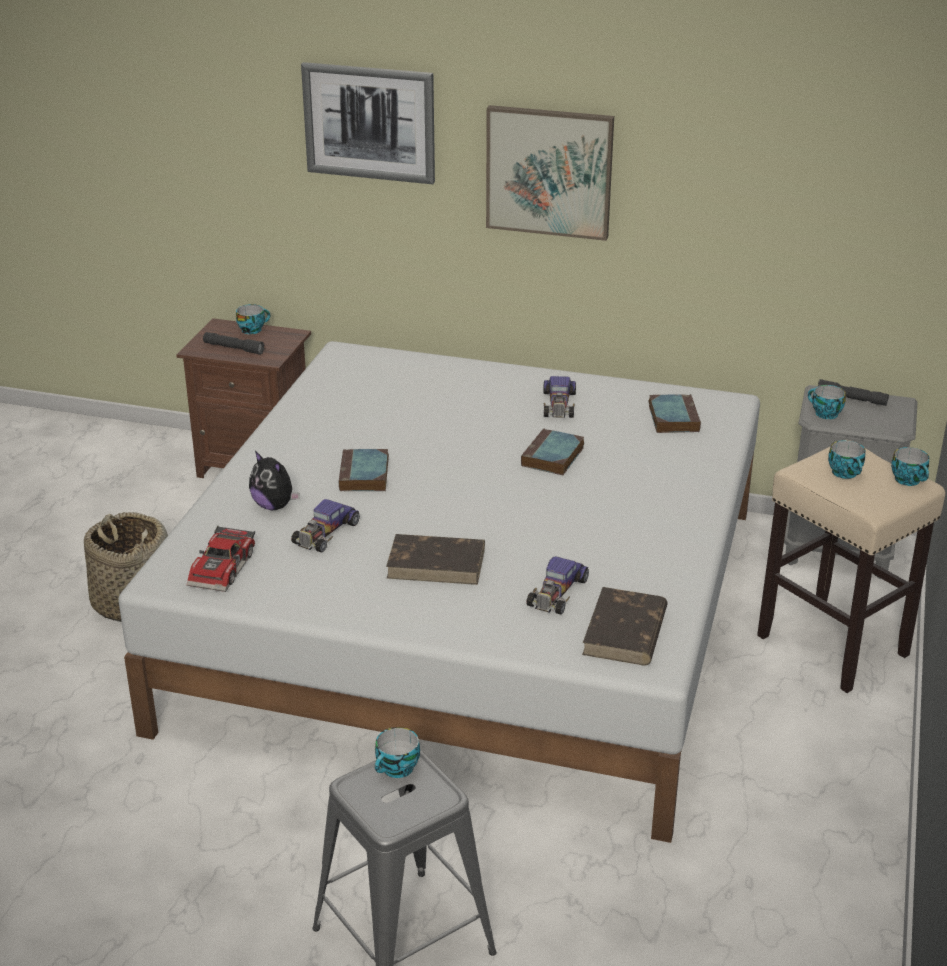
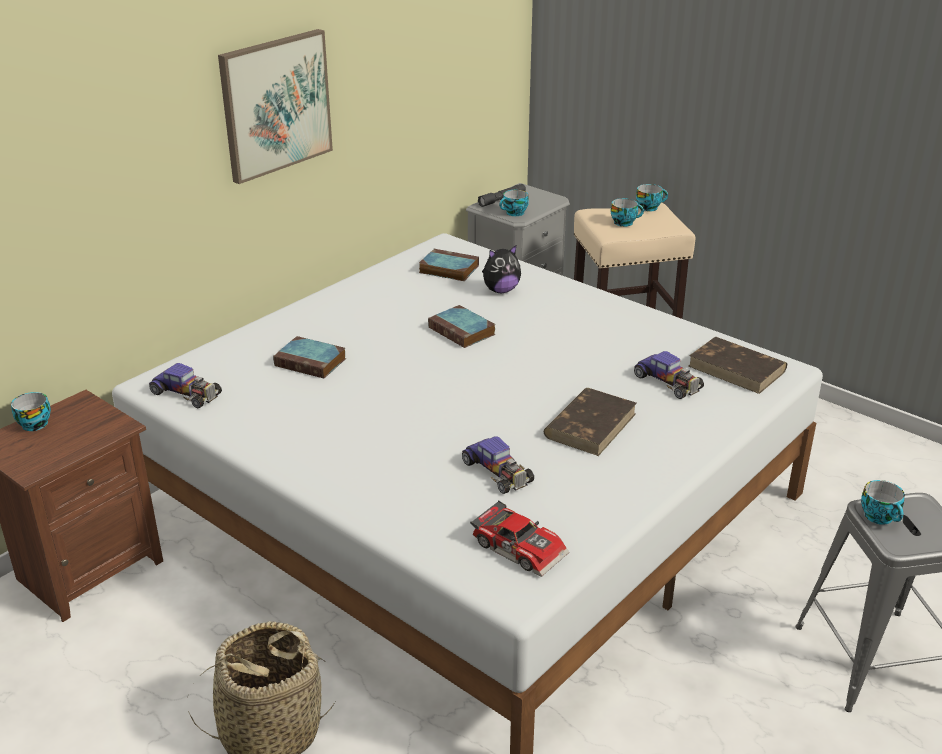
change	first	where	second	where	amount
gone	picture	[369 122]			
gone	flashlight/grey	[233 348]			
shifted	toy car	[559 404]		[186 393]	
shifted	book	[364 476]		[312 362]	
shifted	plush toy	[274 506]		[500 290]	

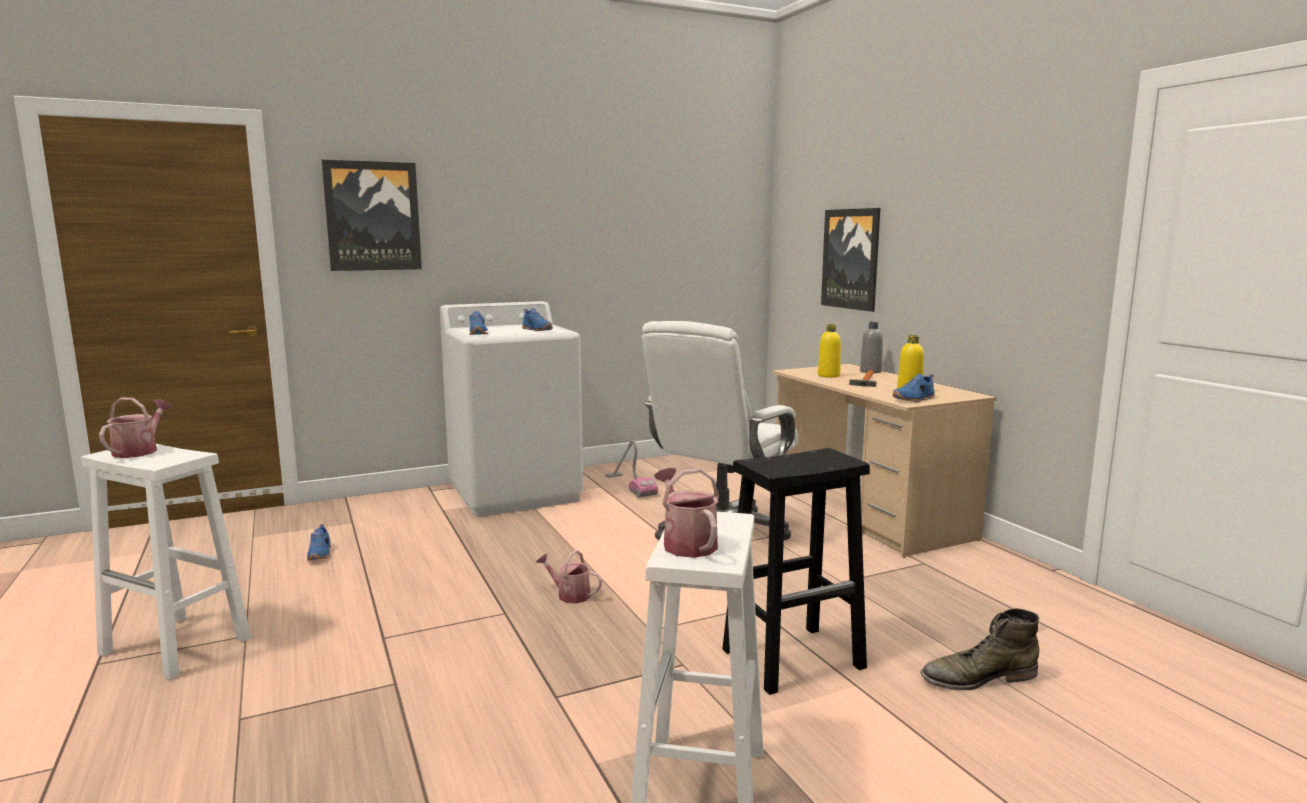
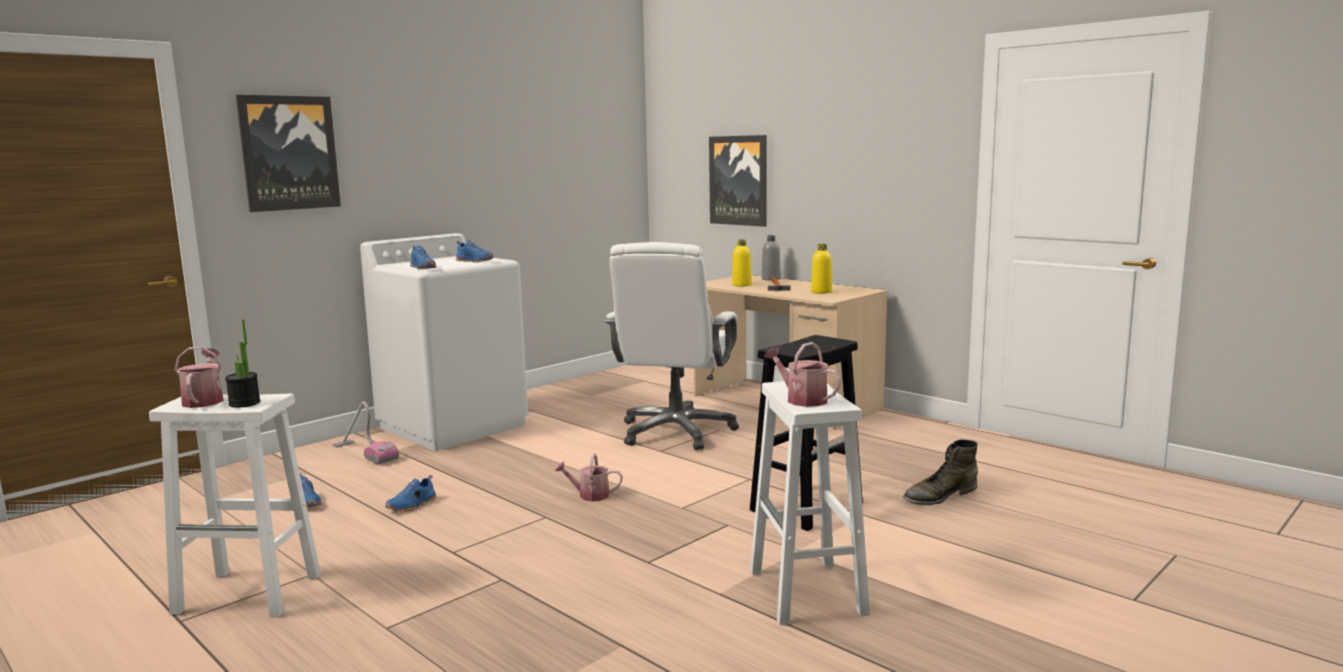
change	first	where	second	where	amount
shifted	shoe/blue	[914 399]		[412 506]	
shifted	vacuum cleaner	[630 486]		[364 453]	
new			potted plant	[244 403]	

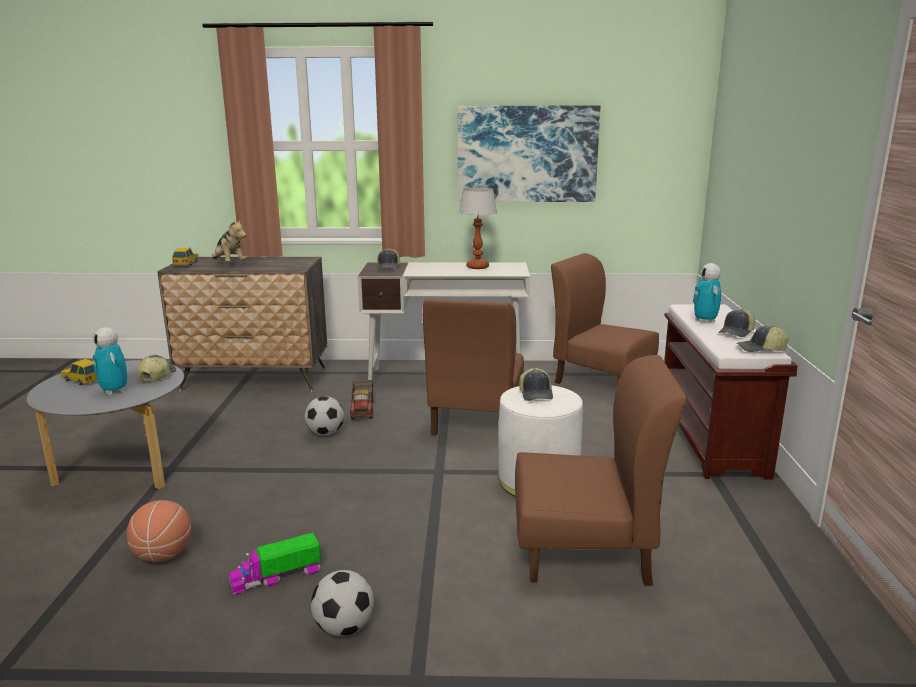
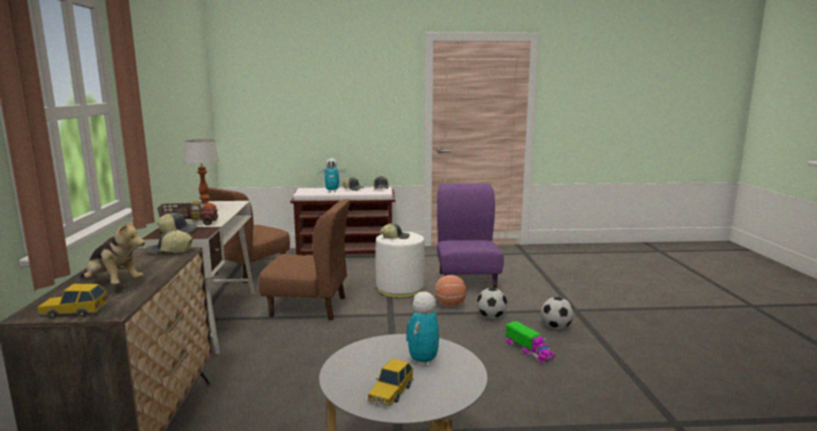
change	first	where	second	where	amount
gone	picture	[527 154]			
rotated	plush toy	[229 263]		[113 284]	75 degrees clockwise
rotated	toy robot	[114 391]		[423 361]	150 degrees clockwise
shifted	cap	[156 376]		[169 252]	
repainted	chair/brown	[585 552]	chair/purple	[467 281]	
shifted	toy truck	[363 409]		[189 223]	
shifted	football	[325 433]		[491 317]	
shifted	basketball	[163 555]		[450 305]	

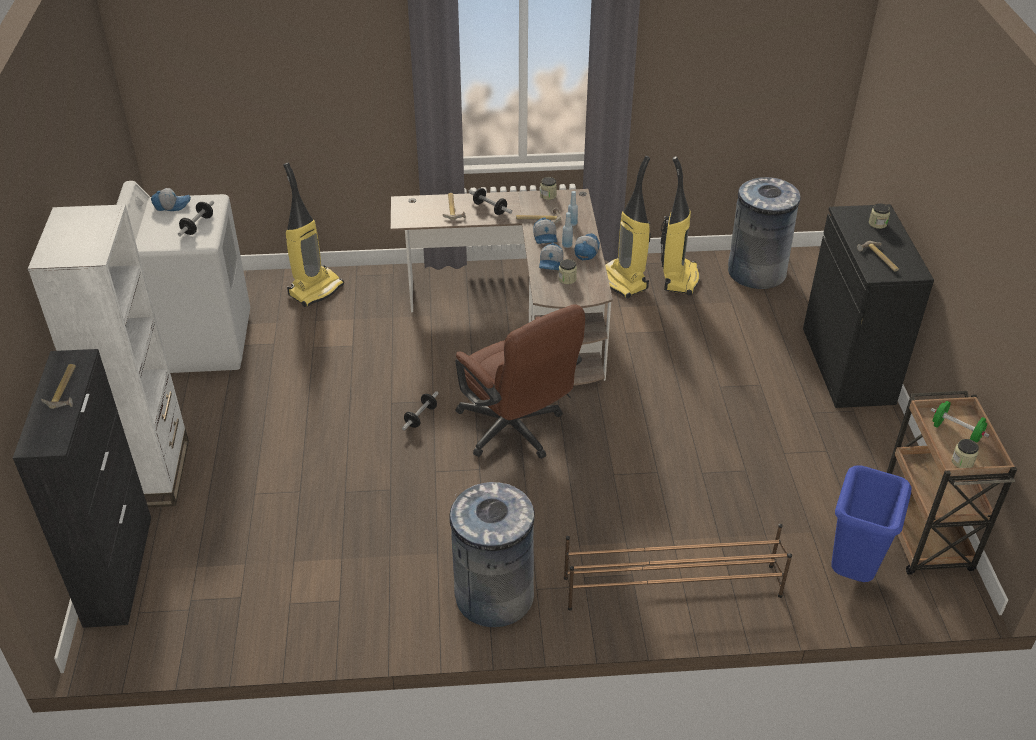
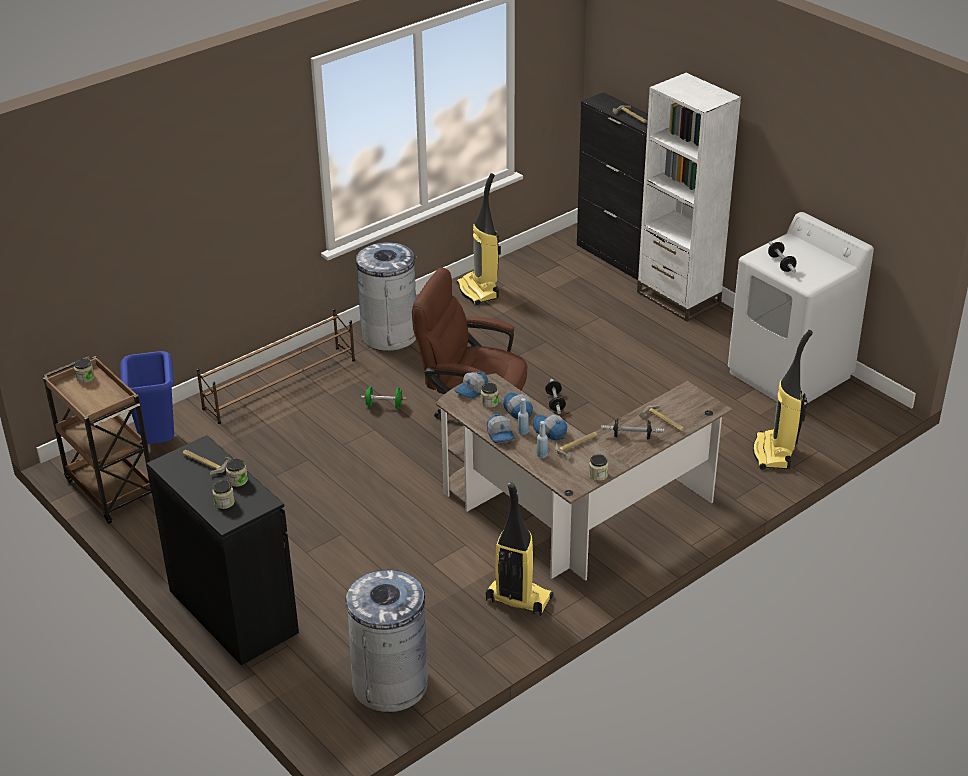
change	first	where	second	where	amount
shifted	vacuum cleaner	[679 278]		[479 291]	
shifted	cap	[172 205]		[472 390]	
shifted	dumbbell/green	[956 432]		[384 406]	
new			jar	[237 480]	

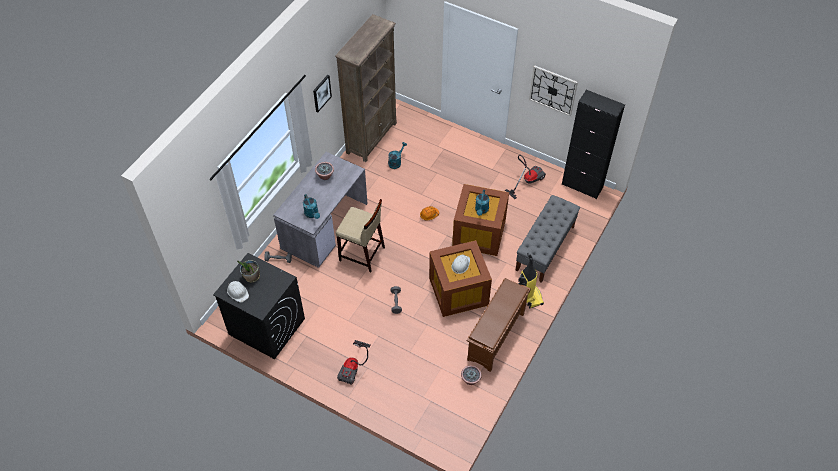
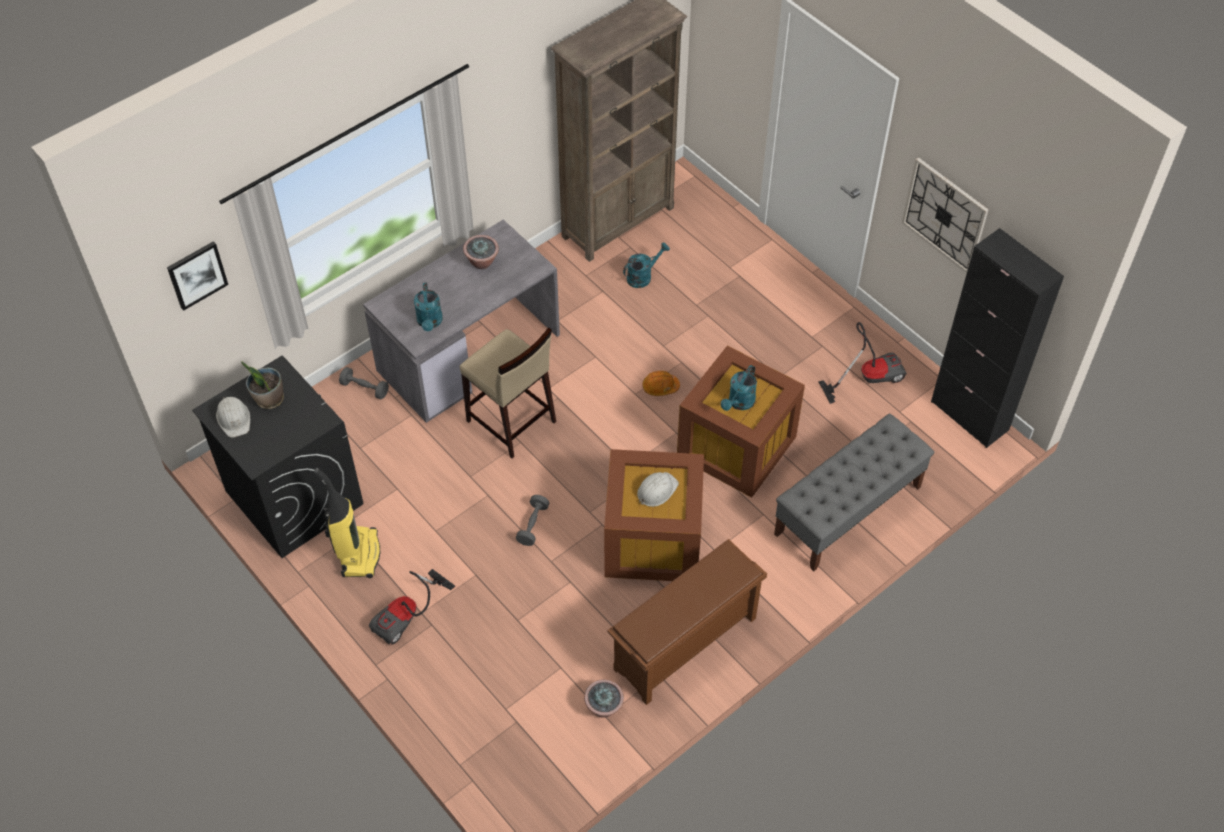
change	first	where	second	where	amount
shifted	picture	[321 93]		[197 274]	
shifted	vacuum cleaner	[529 295]		[358 553]	

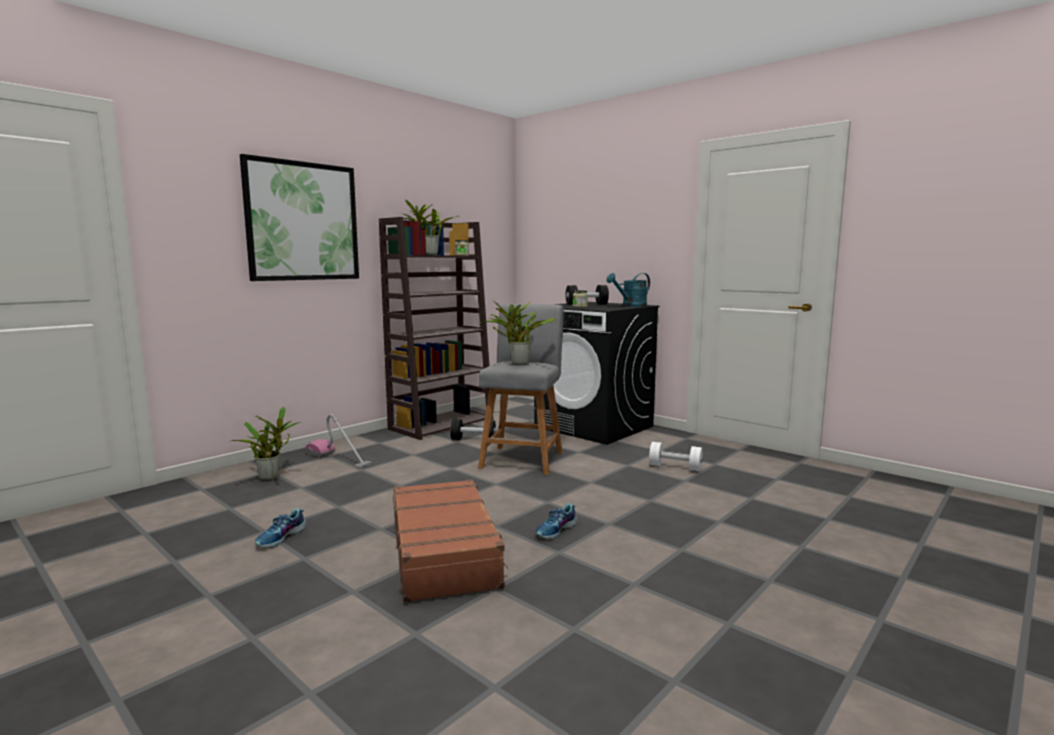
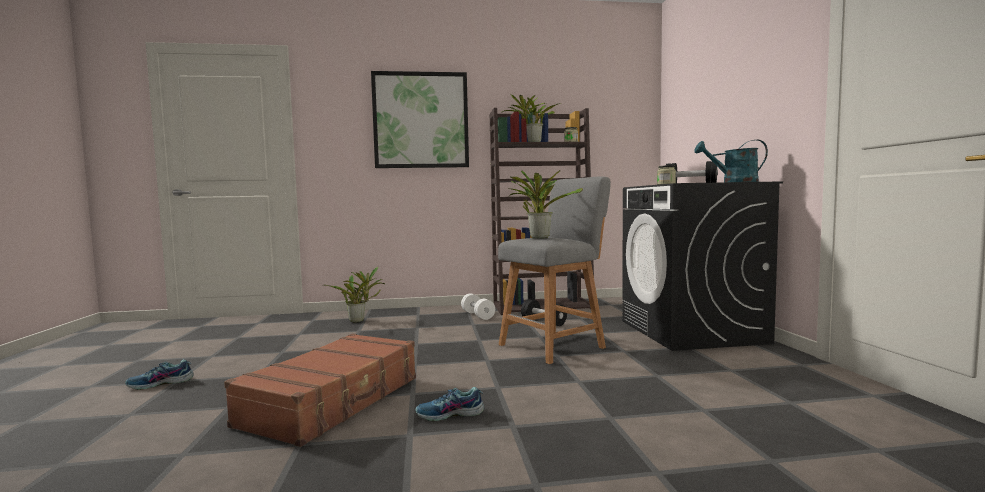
change	first	where	second	where	amount
gone	vacuum cleaner	[338 458]			
shifted	dumbbell/white	[675 467]		[477 315]	
shifted	shoe	[281 538]		[160 384]	

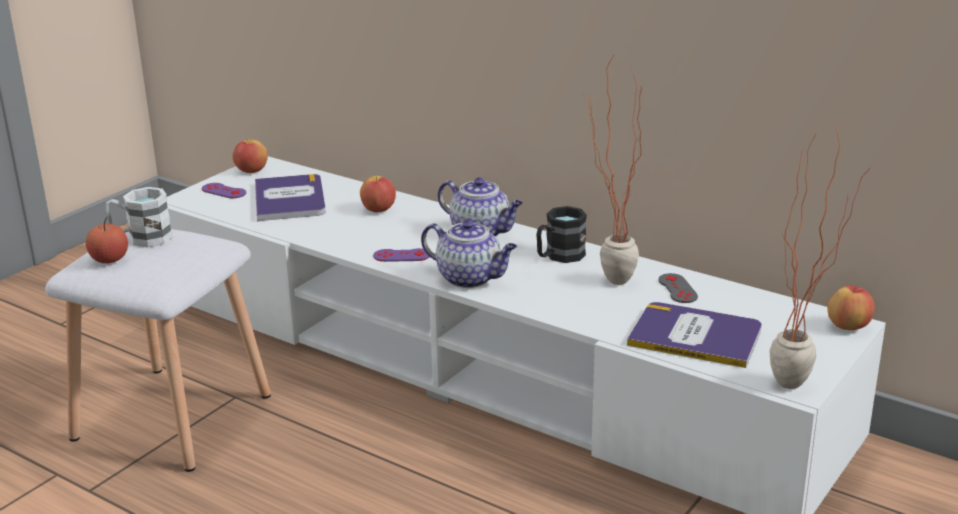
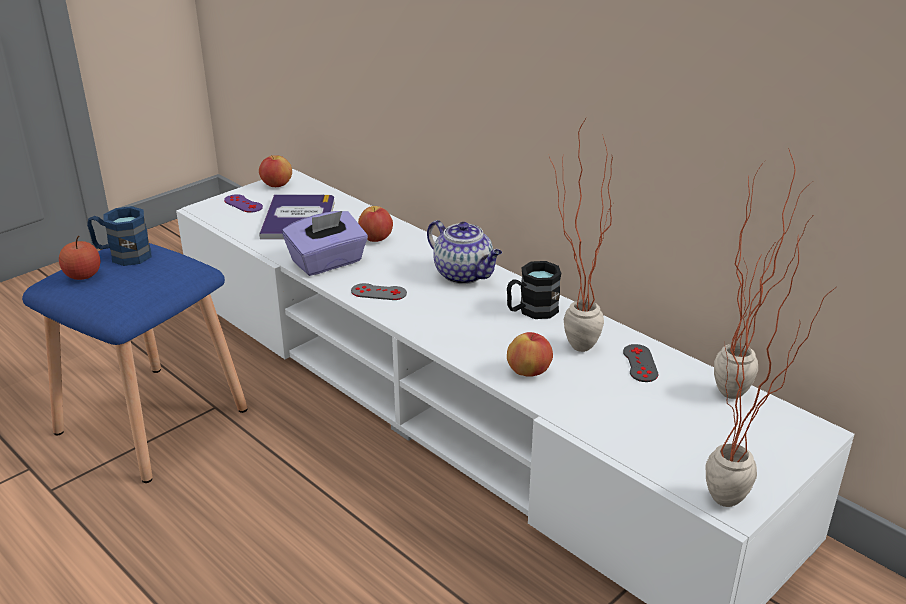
change	first	where	second	where	amount
repainted	mug/white	[141 238]	mug/blue	[122 255]	
gone	teapot	[470 278]			
repainted	stool/white	[176 416]	stool/blue	[155 421]	
repainted	game controller/purple	[402 255]	game controller/grey	[378 292]	
shifted	apple	[848 326]		[529 371]	
gone	book	[695 336]			
new			potted plant	[744 394]	
new			tissue box/purple	[327 262]	

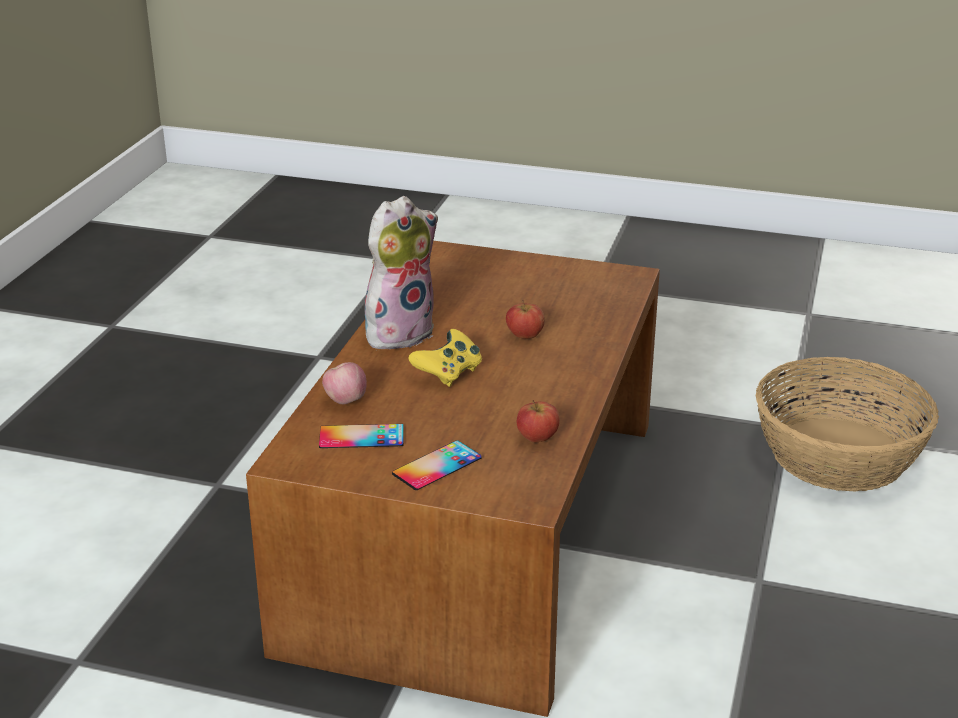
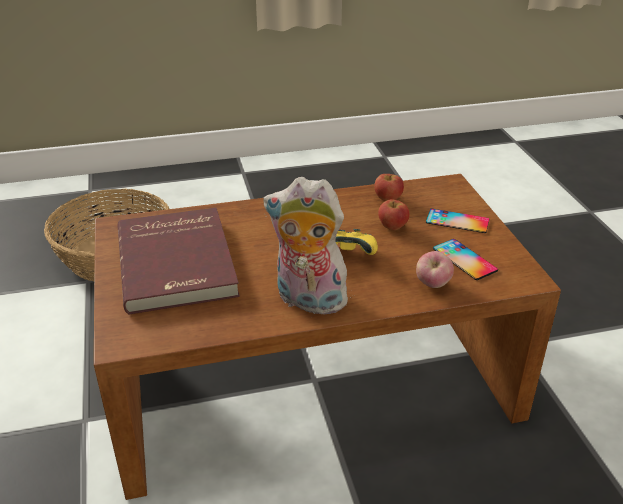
change	first	where	second	where	amount
shifted	apple	[525 336]		[392 226]	
new			book/red	[179 263]	

